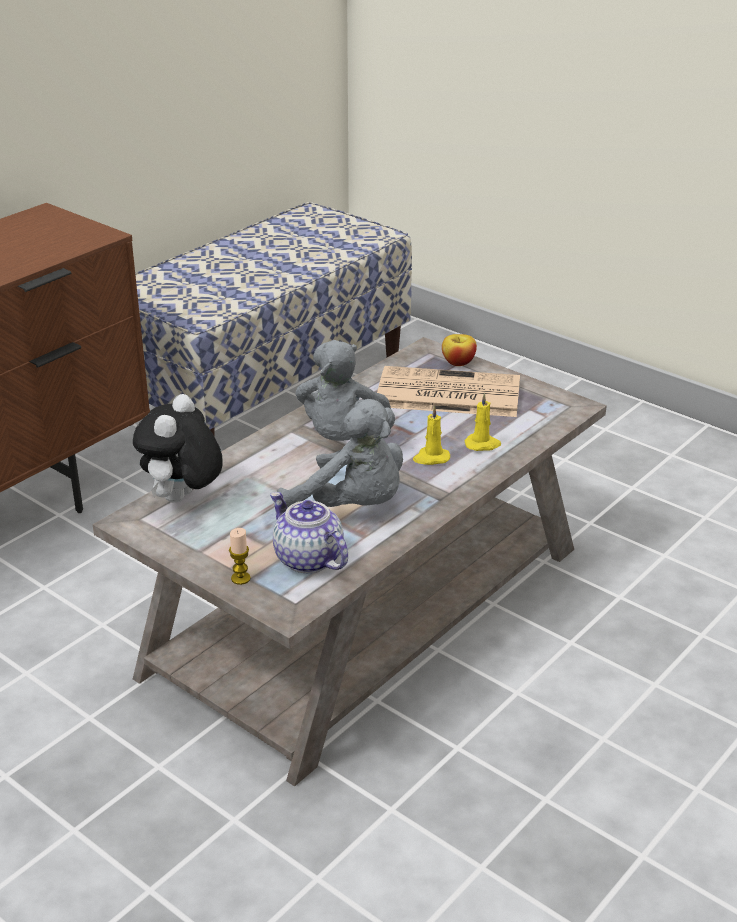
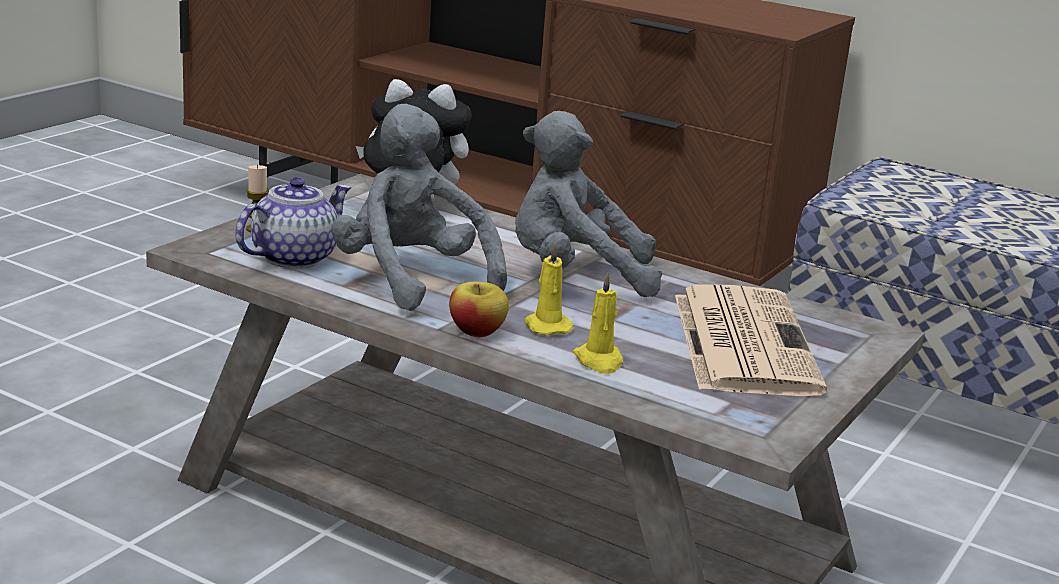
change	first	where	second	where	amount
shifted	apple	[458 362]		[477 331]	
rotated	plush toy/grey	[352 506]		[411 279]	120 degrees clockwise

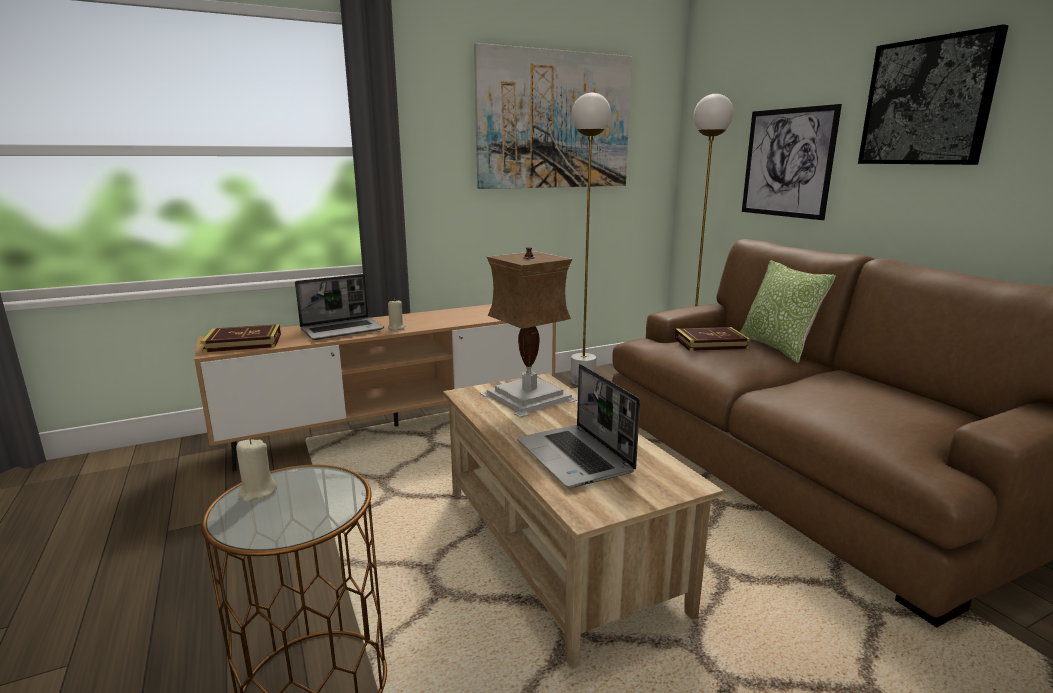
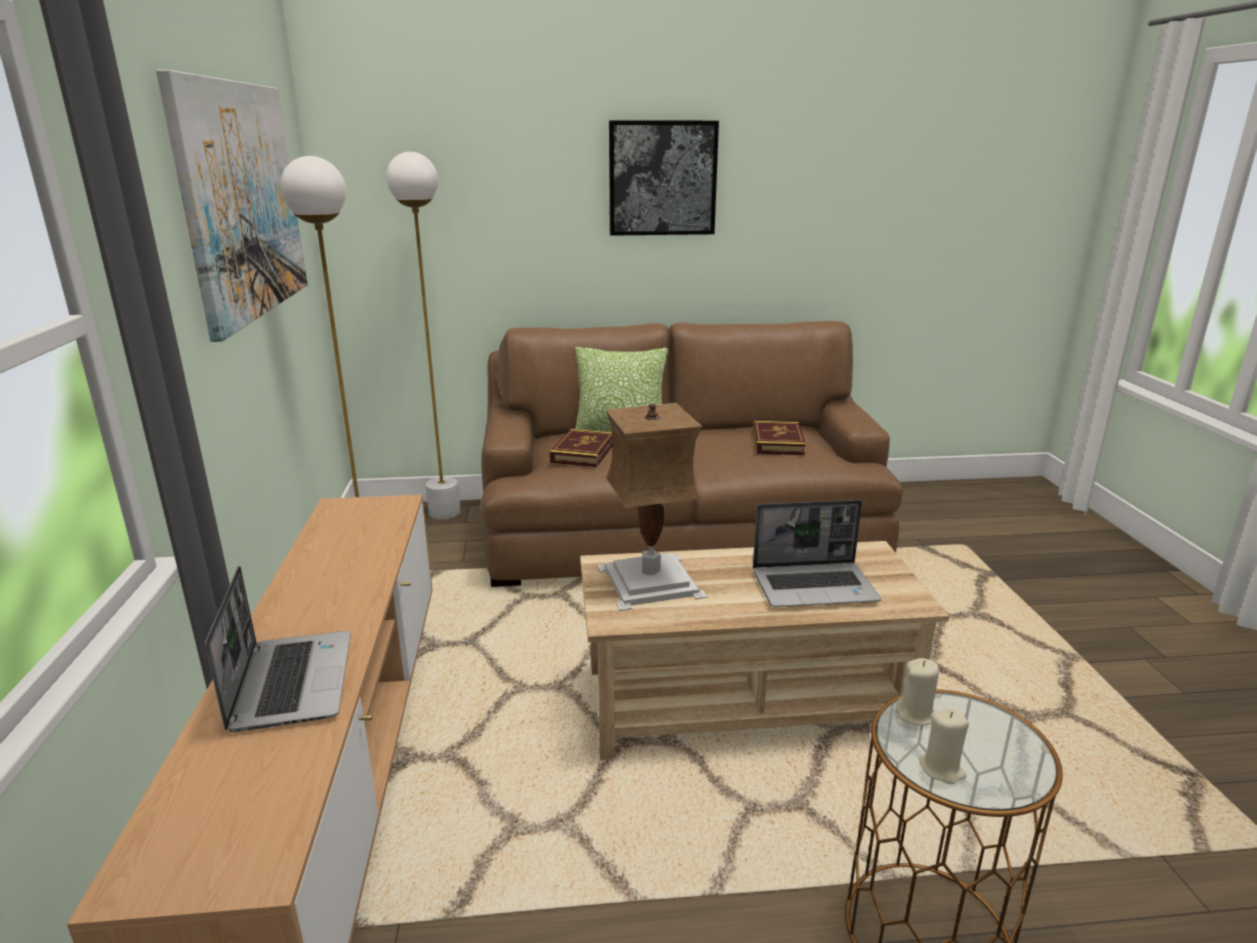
change	first	where	second	where	amount
gone	picture	[787 163]			
shifted	candle/beige	[396 327]		[916 714]	
shifted	book	[243 343]		[777 442]	

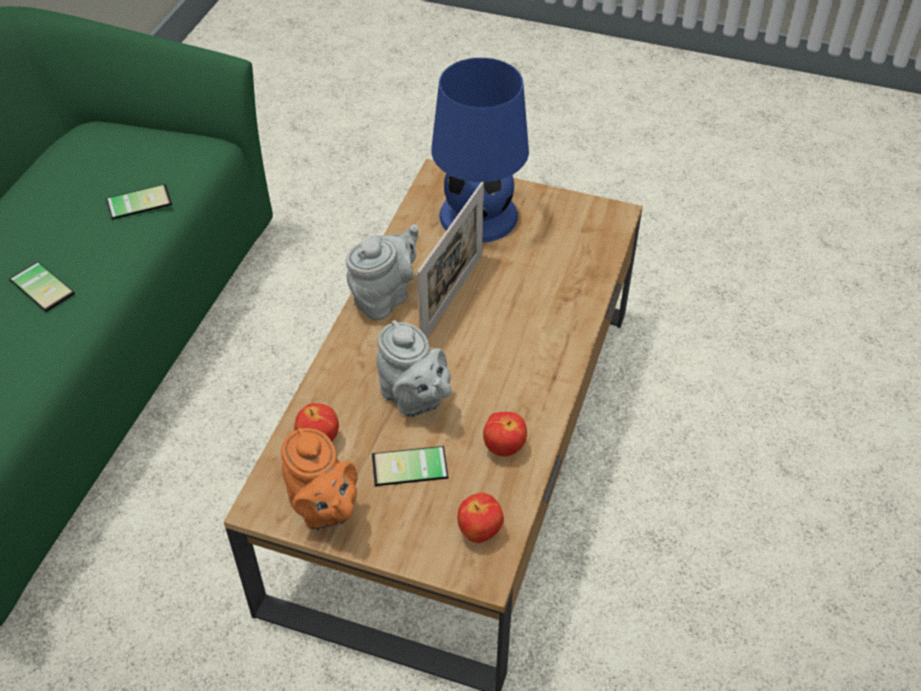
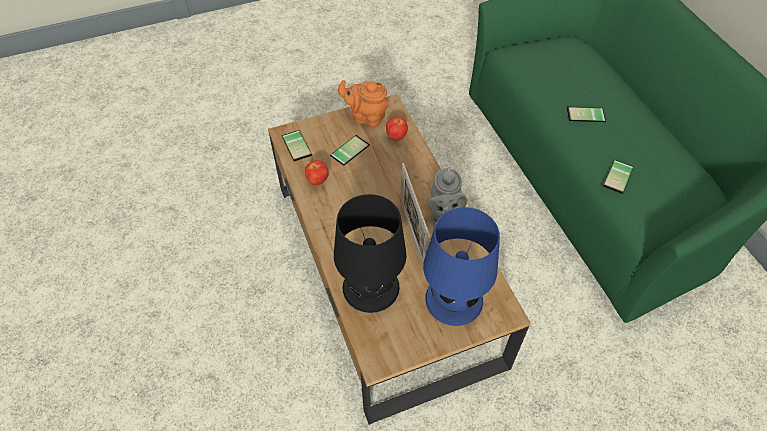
change	first	where	second	where	amount
gone	teapot/grey	[414 399]			
swapped	apple	[480 532]	phone	[298 145]	
new			table lamp/black	[371 287]	

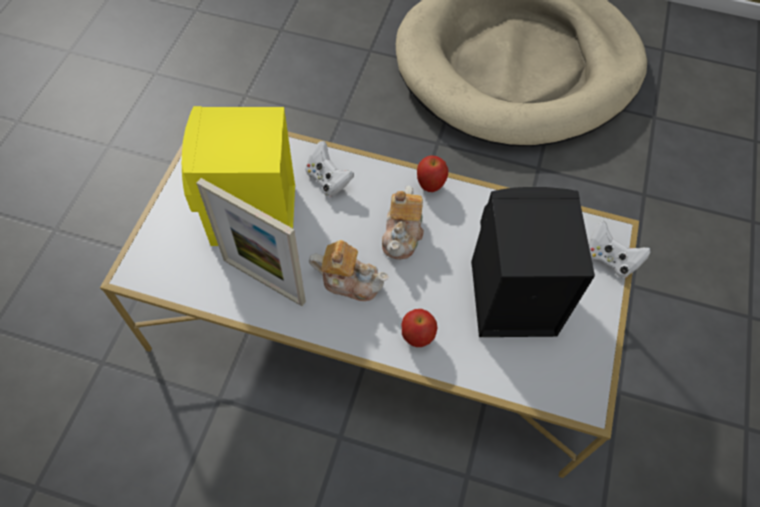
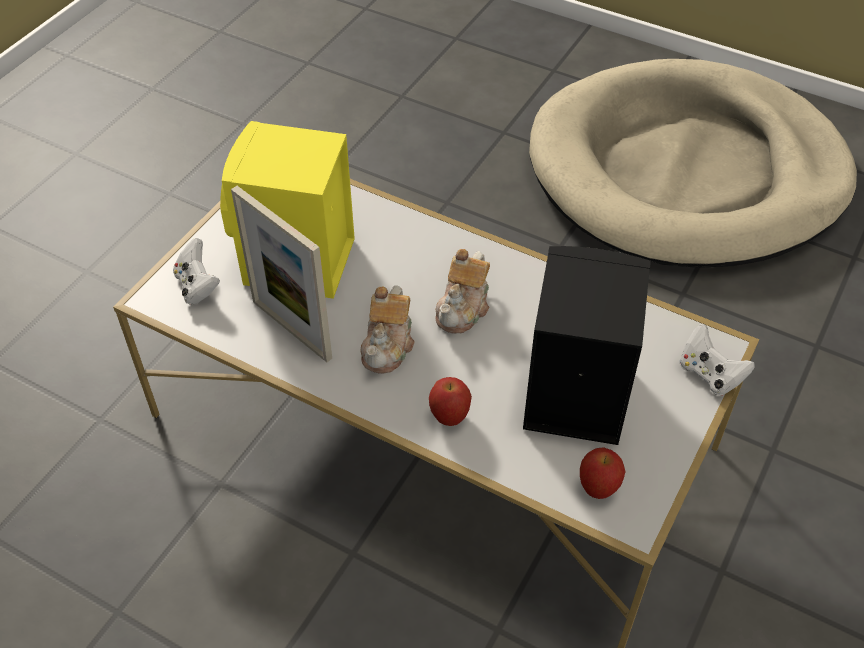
change	first	where	second	where	amount
shifted	game controller/white	[328 180]		[197 286]	
shifted	apple	[430 186]		[598 488]	
rotated	teapot	[349 281]		[388 346]	75 degrees clockwise

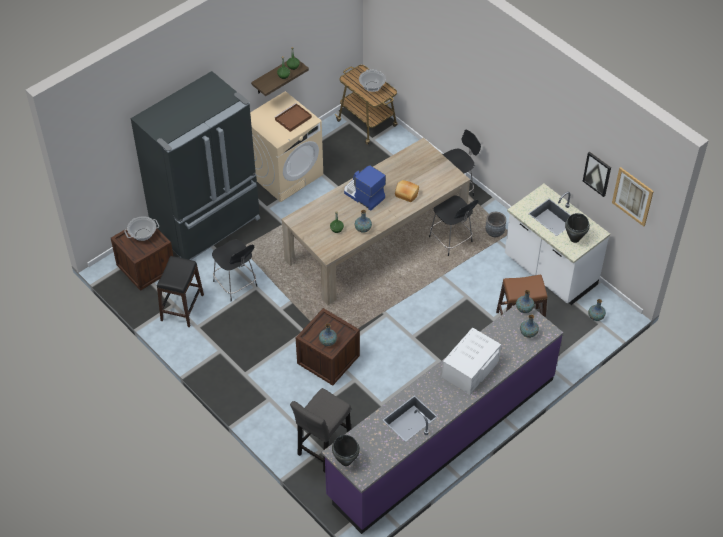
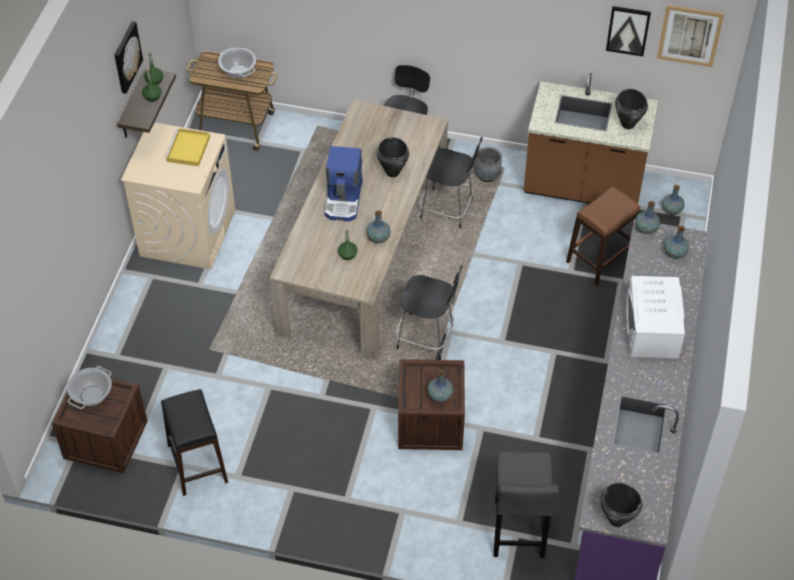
change	first	where	second	where	amount
gone	fridge/black	[208 226]			
repainted	tray/brown	[292 119]	tray/yellow	[188 150]	
rotated	coffee machine	[363 196]		[344 199]	90 degrees counterclockwise
swapped	bread	[406 194]	cooking pot/black	[392 172]	
repainted	counter/white	[549 272]	counter/brown	[582 188]	
shifted	chair/black	[236 285]		[427 337]	
new			picture	[126 57]	

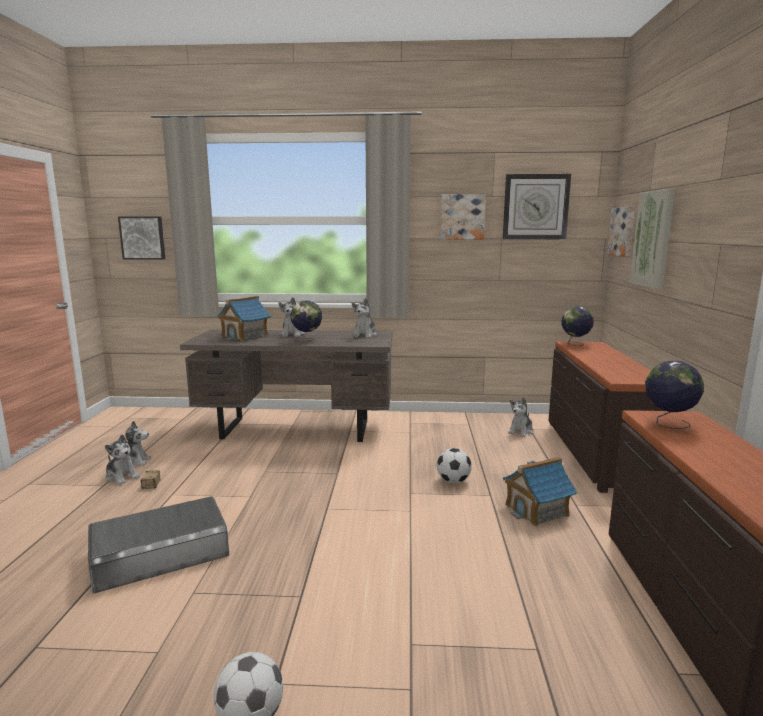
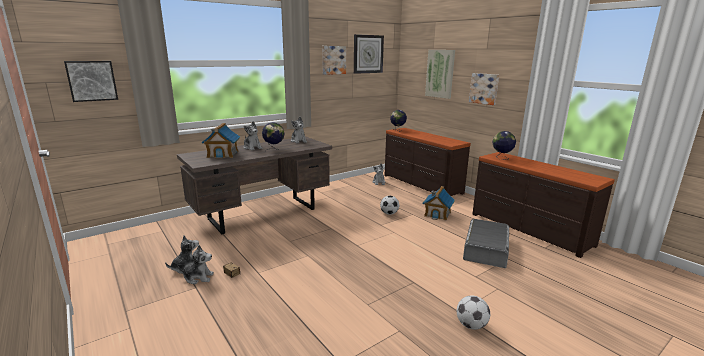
change	first	where	second	where	amount
shifted	picture	[623 231]		[484 88]	
shifted	storage box/grey	[160 553]		[486 248]	

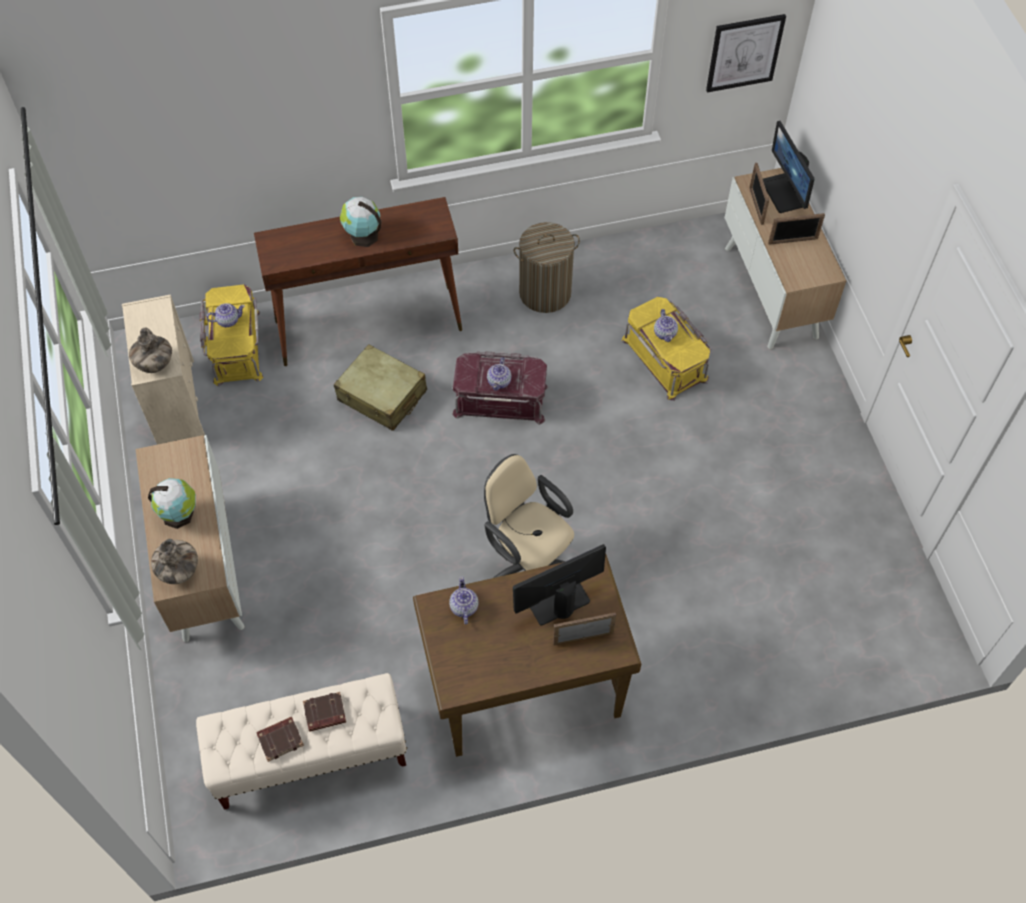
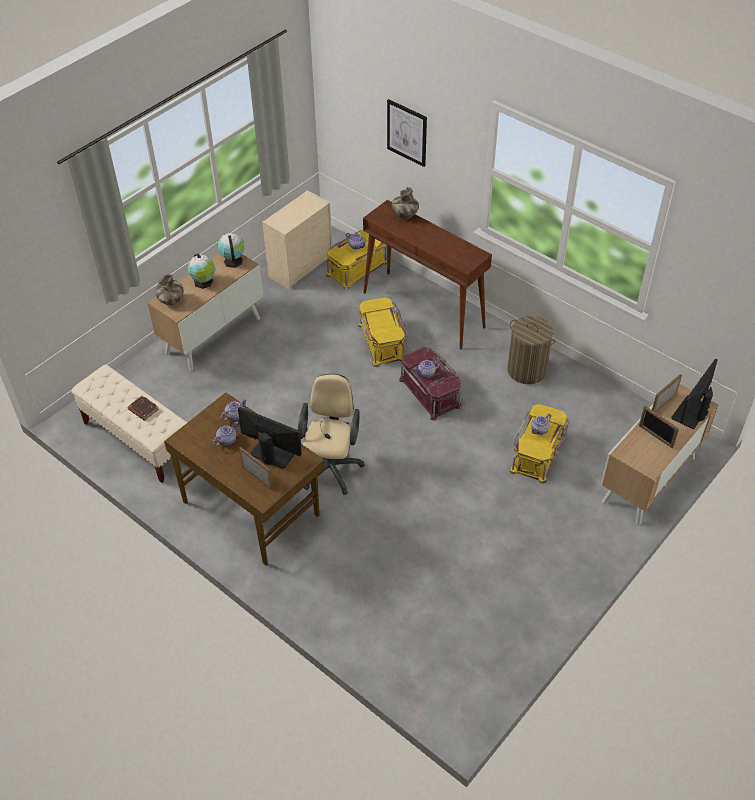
change	first	where	second	where	amount
shifted	picture	[744 53]		[407 132]	
shifted	globe	[362 235]		[233 260]	
shifted	vase	[154 365]		[404 215]	
swapped	suitcase/beige	[382 396]	storage box/yellow	[383 341]	
gone	book/brown	[280 739]			
new			teapot	[226 440]	

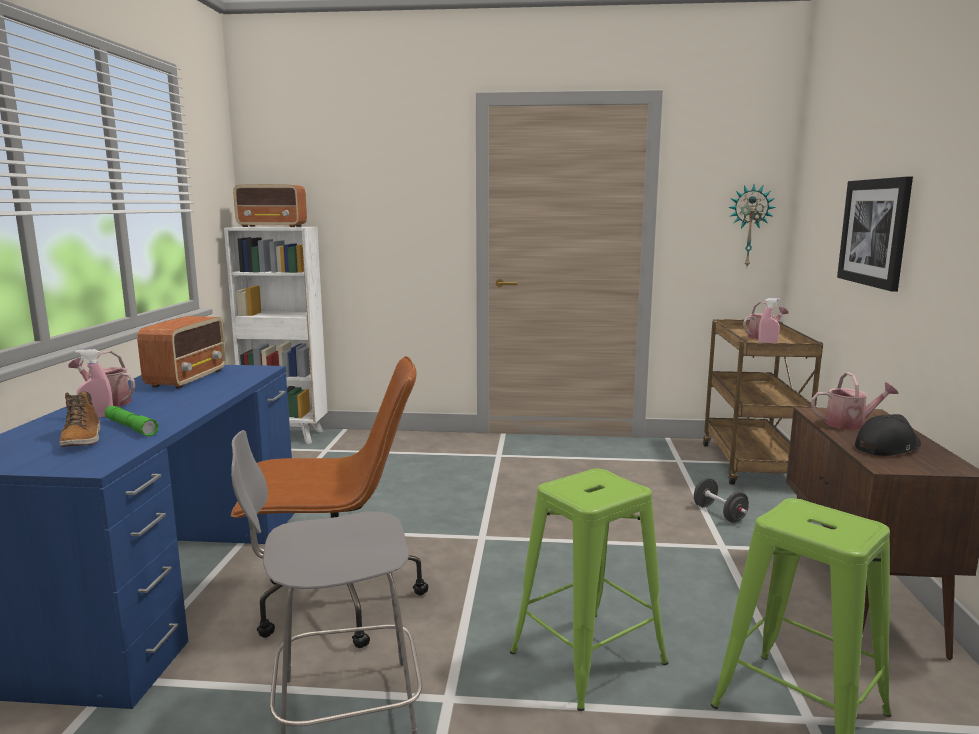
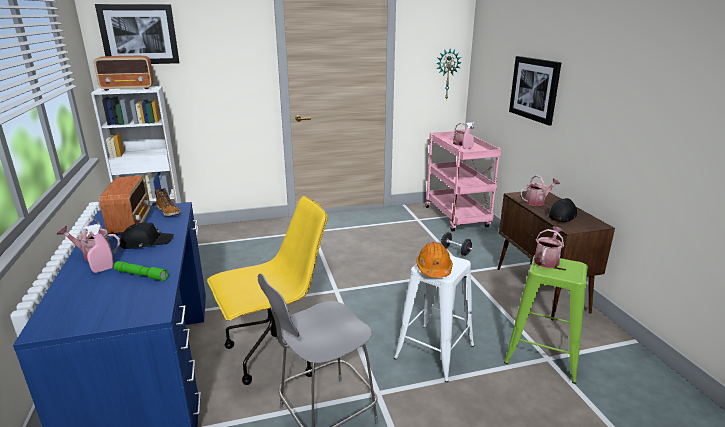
change	first	where	second	where	amount
repainted	cart/brown	[752 466]	cart/pink	[457 217]	
repainted	office chair/brown	[336 602]	office chair/yellow	[276 351]	
shifted	boot	[82 439]		[169 211]	
repainted	stool/green	[589 657]	stool/white	[435 351]	
new			picture	[139 34]	
new			cap/black	[146 242]	
new			watering can	[547 260]	
new			hard hat/orange	[434 269]	

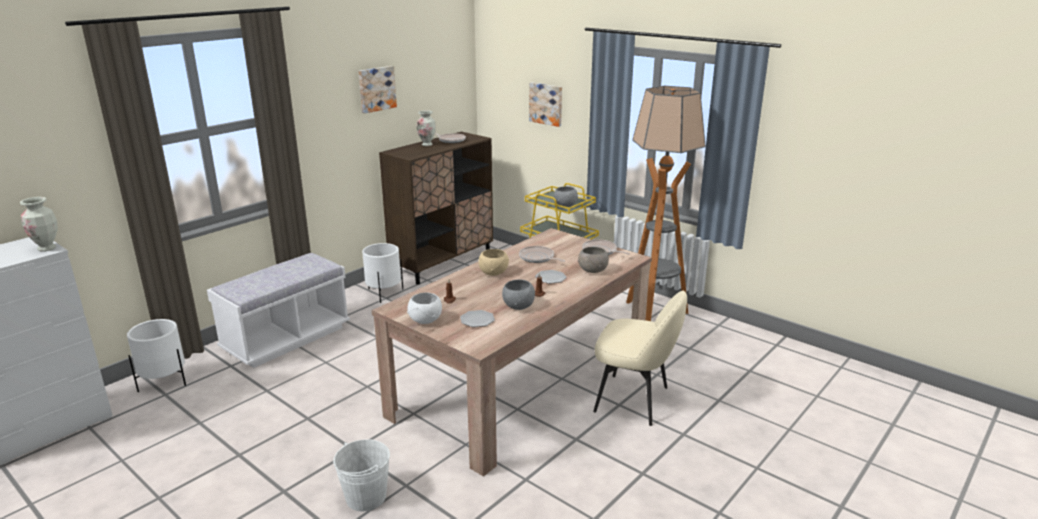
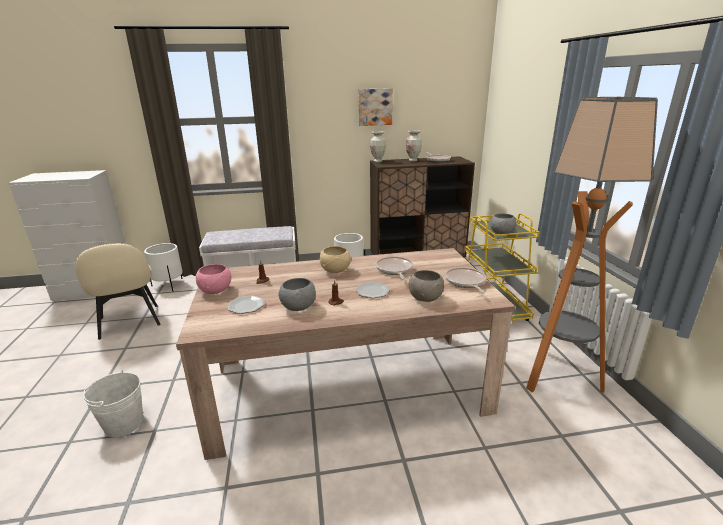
change	first	where	second	where	amount
gone	picture	[546 104]			
shifted	vase	[47 248]		[378 161]	
shifted	chair/beige	[634 400]		[129 322]	
repainted	bowl/white	[425 320]	bowl/pink	[215 291]	

